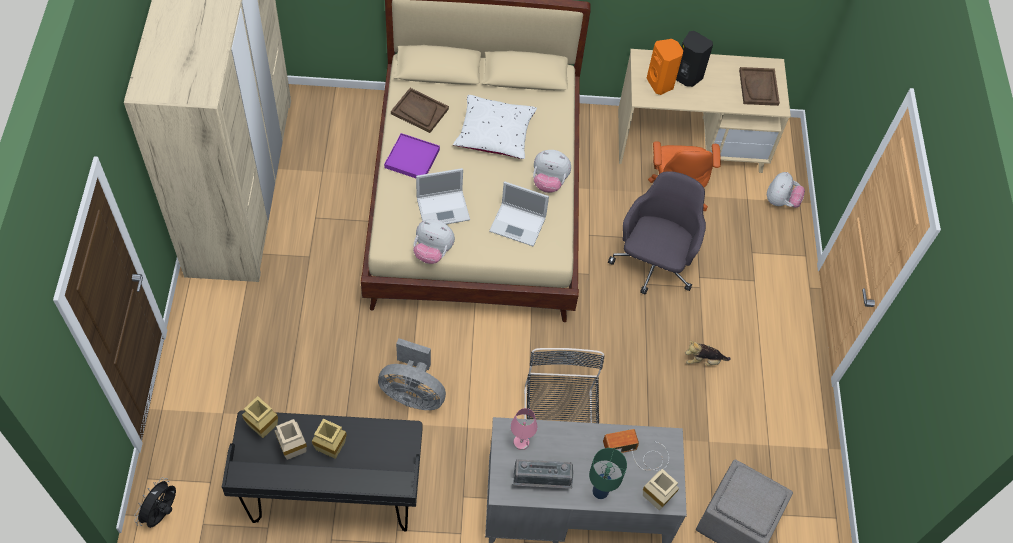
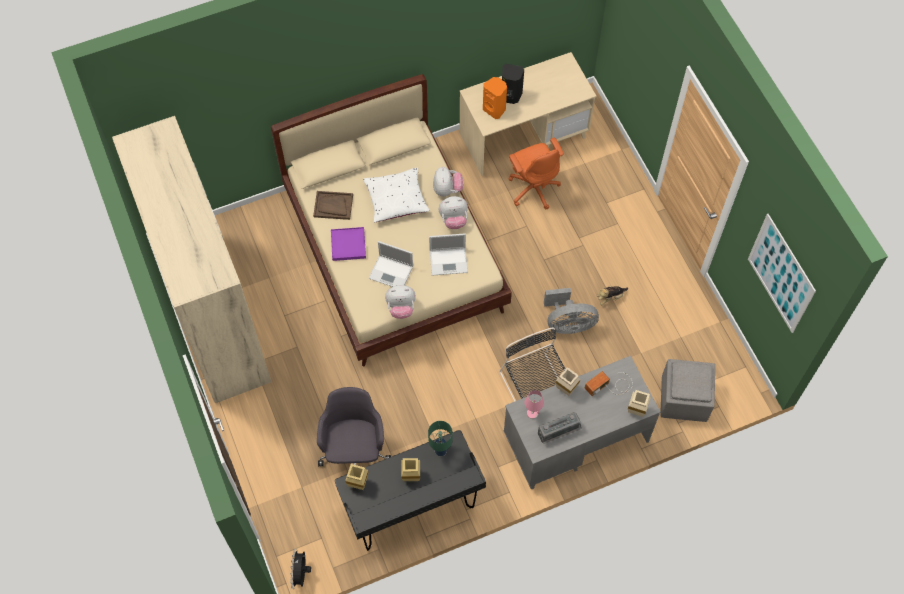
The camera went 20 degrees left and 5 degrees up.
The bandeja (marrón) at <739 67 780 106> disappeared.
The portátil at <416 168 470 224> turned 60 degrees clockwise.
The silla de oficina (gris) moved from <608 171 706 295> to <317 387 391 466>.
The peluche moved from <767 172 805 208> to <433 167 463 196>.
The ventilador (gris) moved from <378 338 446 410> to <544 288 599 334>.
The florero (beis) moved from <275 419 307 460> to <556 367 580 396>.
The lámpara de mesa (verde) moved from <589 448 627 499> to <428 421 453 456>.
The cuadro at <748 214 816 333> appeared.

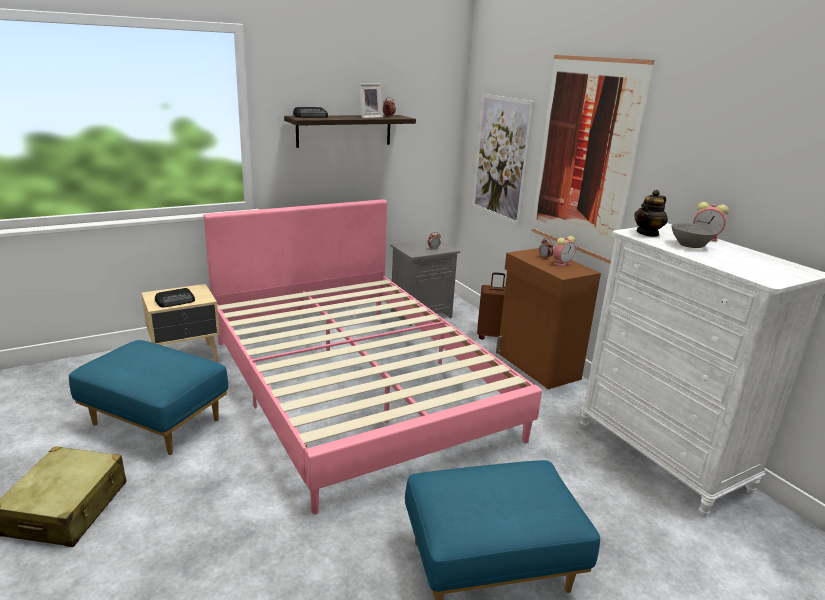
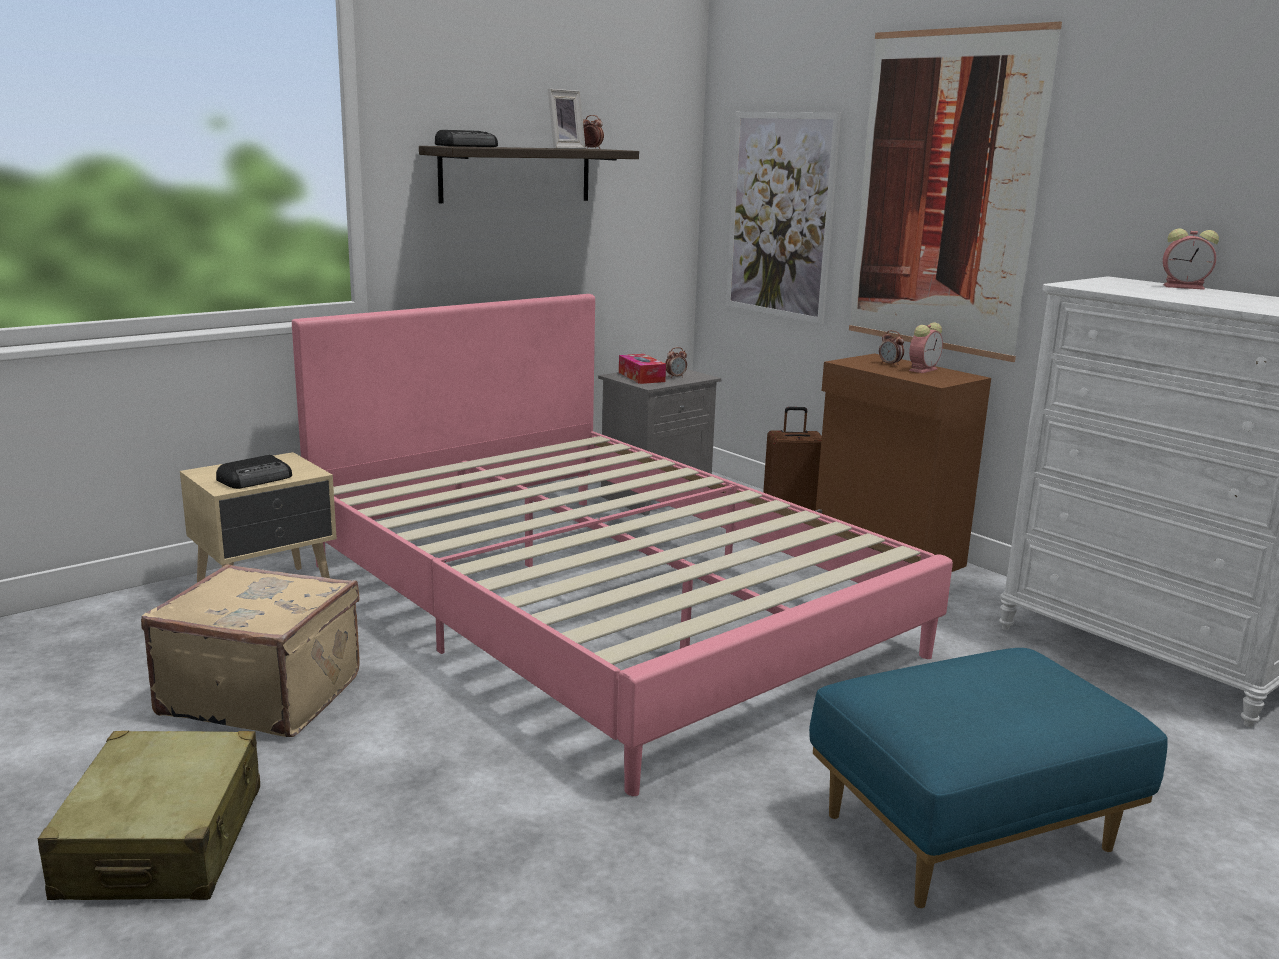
The camera went 10 degrees left and 5 degrees down.
The tetera at <634 190 668 237> disappeared.
The cuenco (gris) at <672 223 717 248> disappeared.
The puf (azul) at <69 340 228 455> was replaced by the maleta (beis) at <141 564 360 737>.
The caja de pañuelos at <619 354 666 384> appeared.

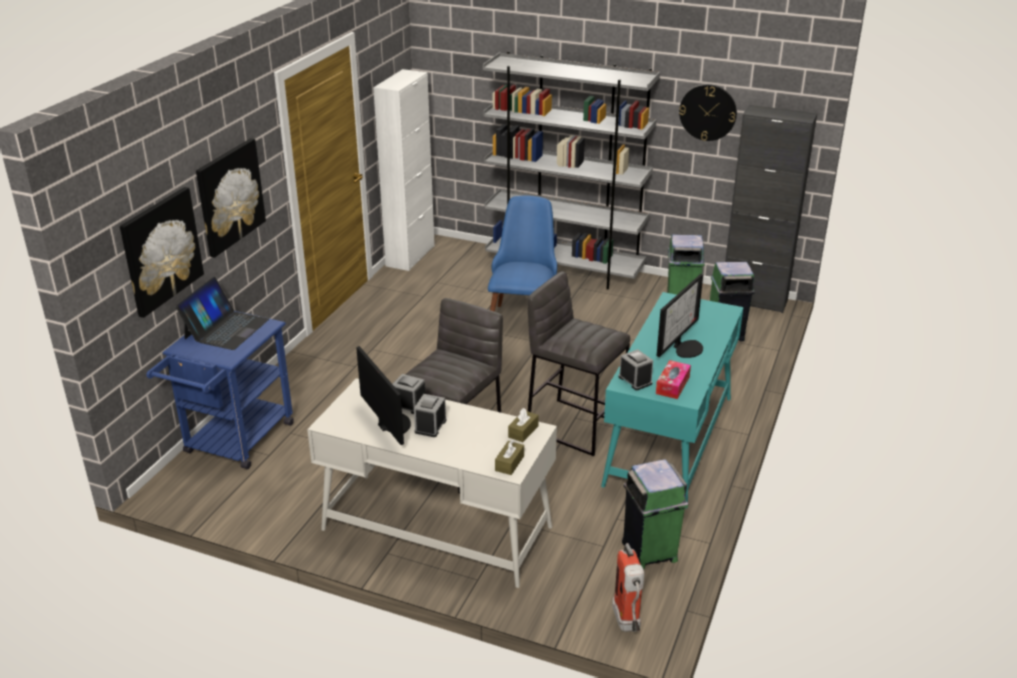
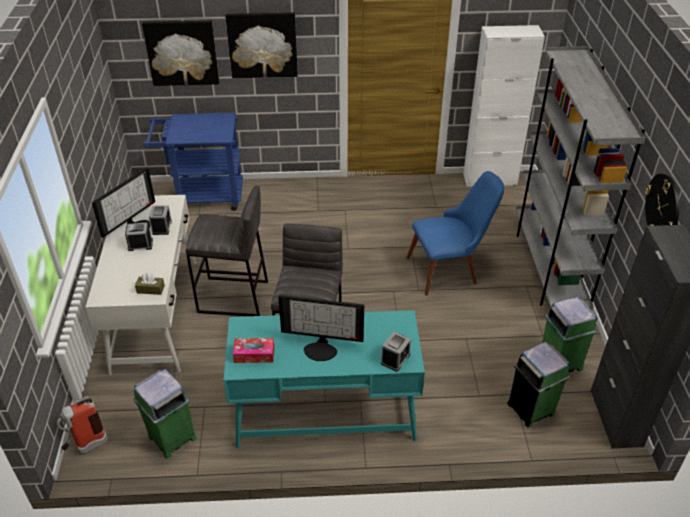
The camera went 65 degrees right and 10 degrees up.
The portátil at <175 277 269 350> disappeared.
The despertador moved from <618 349 653 390> to <381 331 411 372>.
The caja de pañuelos (marrón) at <495 439 524 475> disappeared.

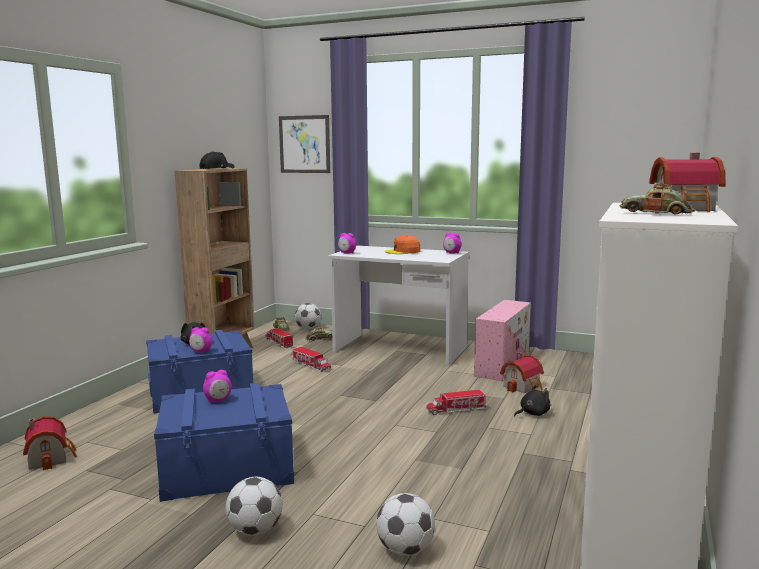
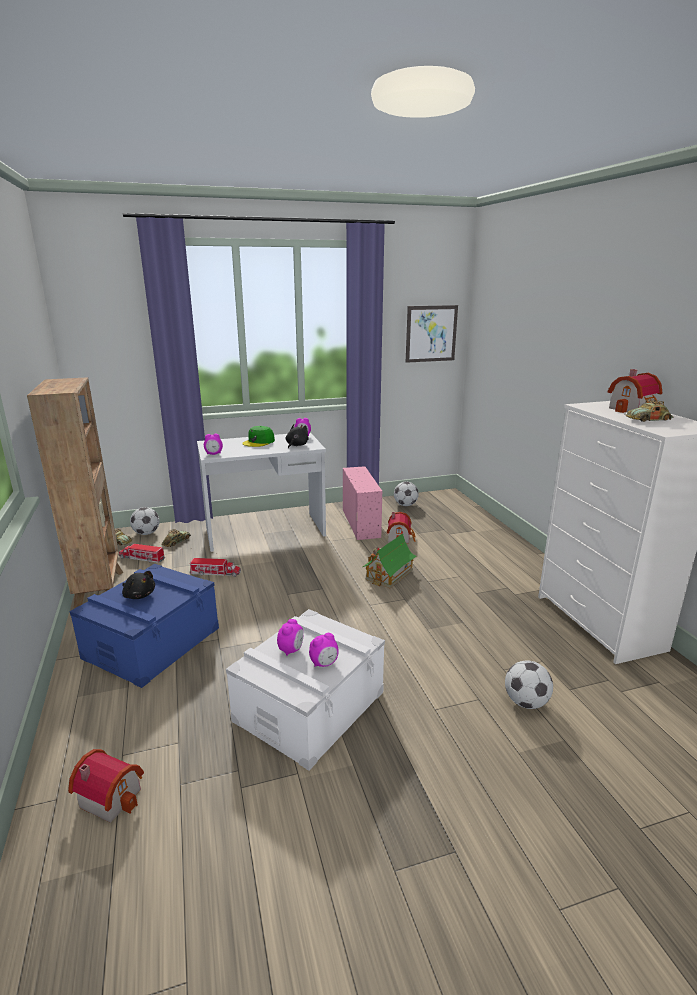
The camera went 40 degrees left and 10 degrees up.
The cuadro moved from <279 115 330 173> to <406 305 458 363>.
The gorra (negro) at <200 151 235 169> disappeared.
The gorra (naranja) at <385 236 421 254> became the gorra (verde) at <242 426 275 447>.
The despertador moved from <189 327 212 353> to <309 633 339 667>.
The caja de almacenaje (azul) at <154 383 294 502> became the caja de almacenaje (blanco) at <226 609 385 770>.
The peluche (negro) moved from <514 385 550 416> to <286 424 309 449>.
The camión de juguete at <426 390 486 415> was replaced by the casita at <362 531 417 588>.
The balón de fútbol moved from <226 477 283 536> to <394 482 419 506>.

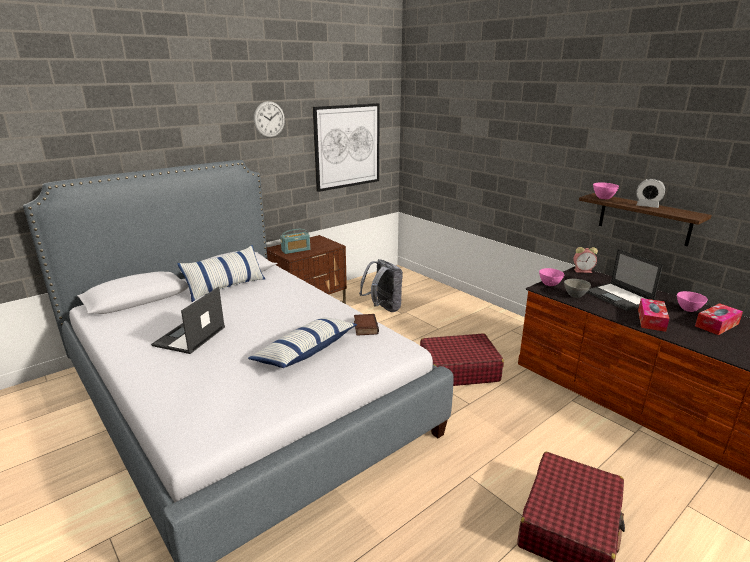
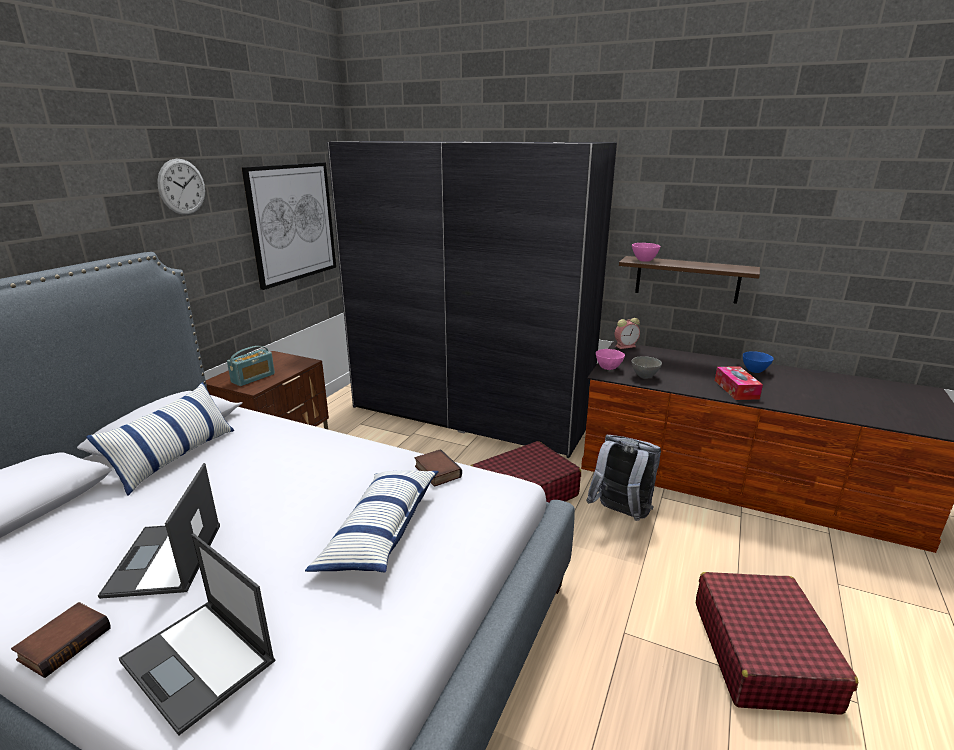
The camera went 25 degrees left and 0 degrees up.
The despertador at <636 178 665 208> disappeared.
The portátil moved from <587 249 663 311> to <119 533 275 736>.
The mochila (gris) moved from <359 259 403 312> to <586 435 661 521>.
The cuenco (rosa) at <677 291 708 312> became the cuenco (azul) at <743 351 774 373>.
The caja de pañuelos at <695 303 743 335> disappeared.
The armario ropero (gris) at <327 141 617 458> appeared.
The libro at <11 602 111 678> appeared.

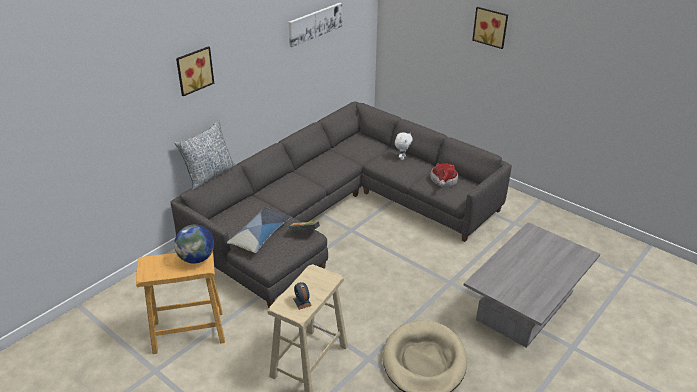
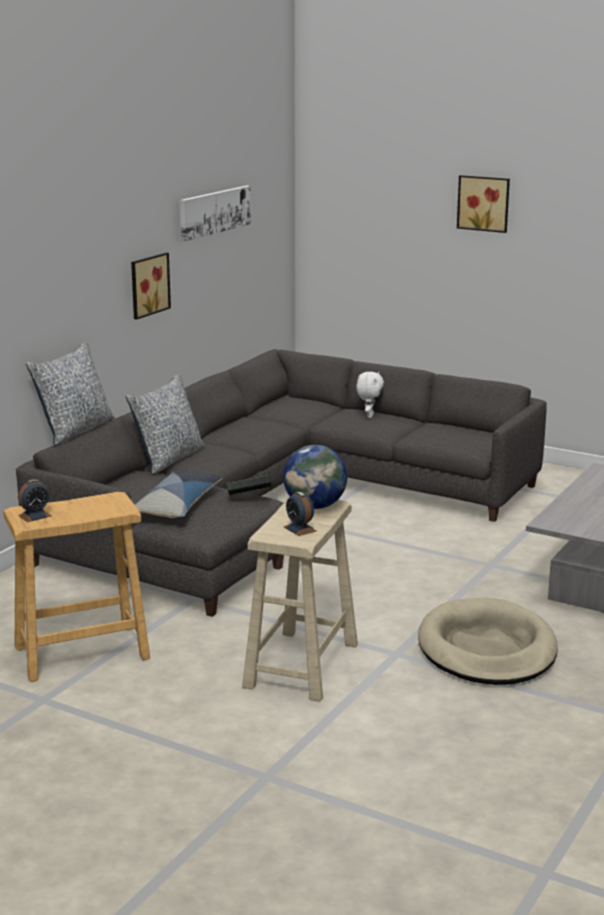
The camera went 10 degrees left and 15 degrees down.
The cuadro moved from <176 46 214 96> to <131 253 171 320>.
The sombrero at <430 164 458 187> disappeared.
The globo terráqueo moved from <174 225 214 264> to <283 445 348 509>.
The cojín at <126 373 205 474> appeared.
The despertador at <18 479 51 522> appeared.

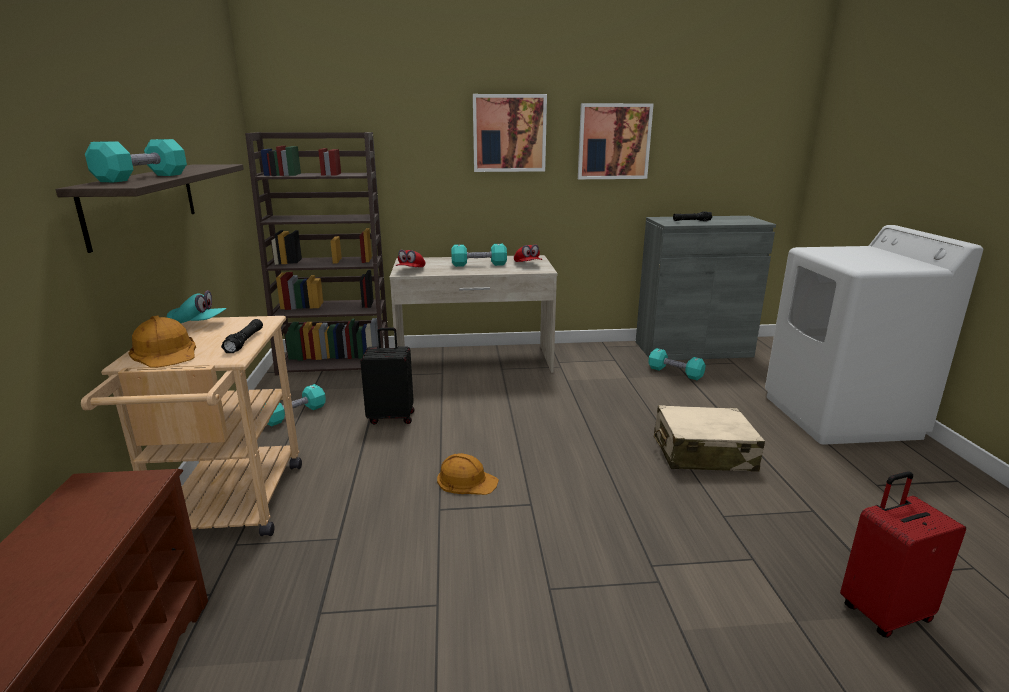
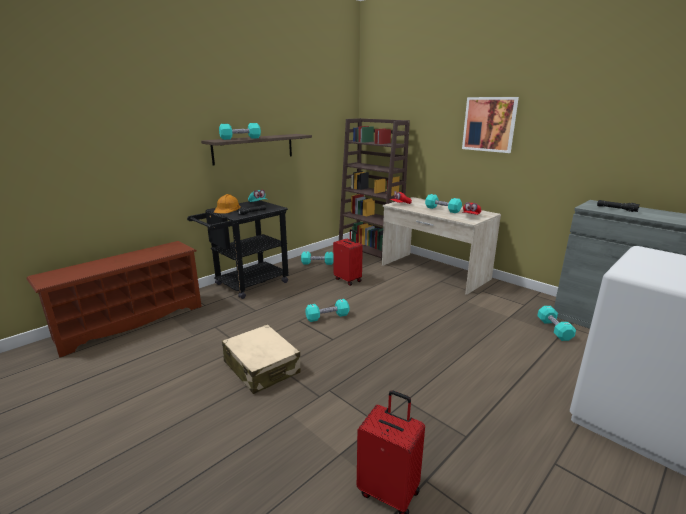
The camera went 50 degrees right and 0 degrees up.
The cuadro at <578 103 654 179> disappeared.
The carrito (beis) at <81 316 302 536> became the carrito (negro) at <187 200 289 299>.
The maleta (negro) at <360 328 415 424> became the maleta (rojo) at <333 229 363 286>.
The maleta (beis) moved from <654 405 765 472> to <222 324 300 394>.
The casco (naranja) at <437 453 499 495> was replaced by the mancuerna (turquesa) at <305 299 349 322>.

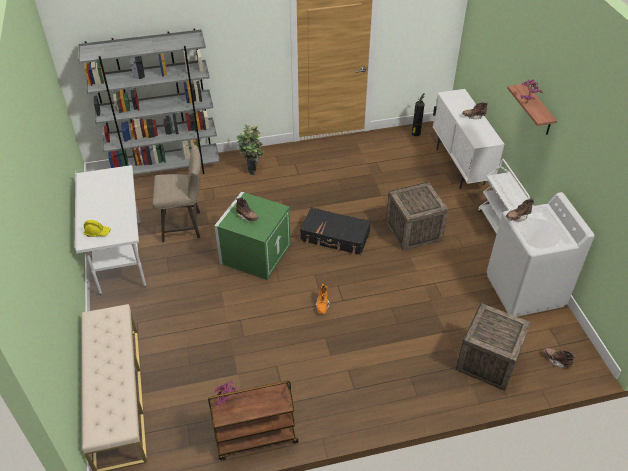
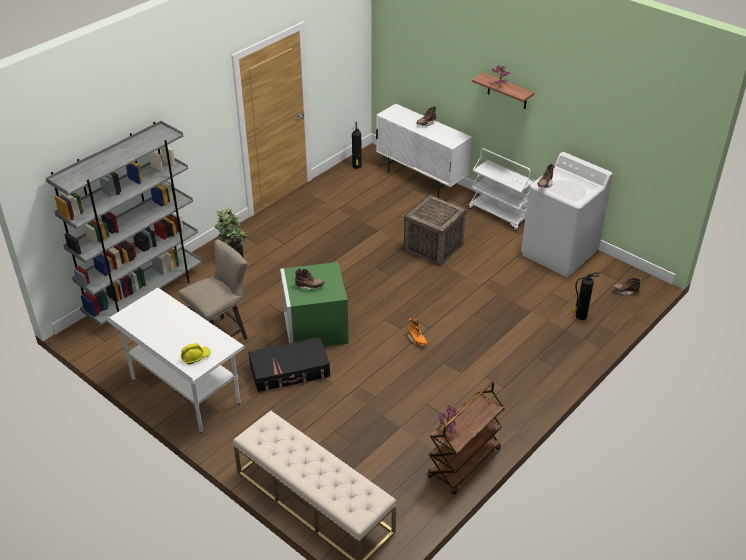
The camera went 35 degrees left and 5 degrees down.
The maleta (negro) moved from <300 207 371 255> to <248 337 330 392>.
The caja de embalaje at <456 303 531 391> was replaced by the extintor at <572 272 599 320>.

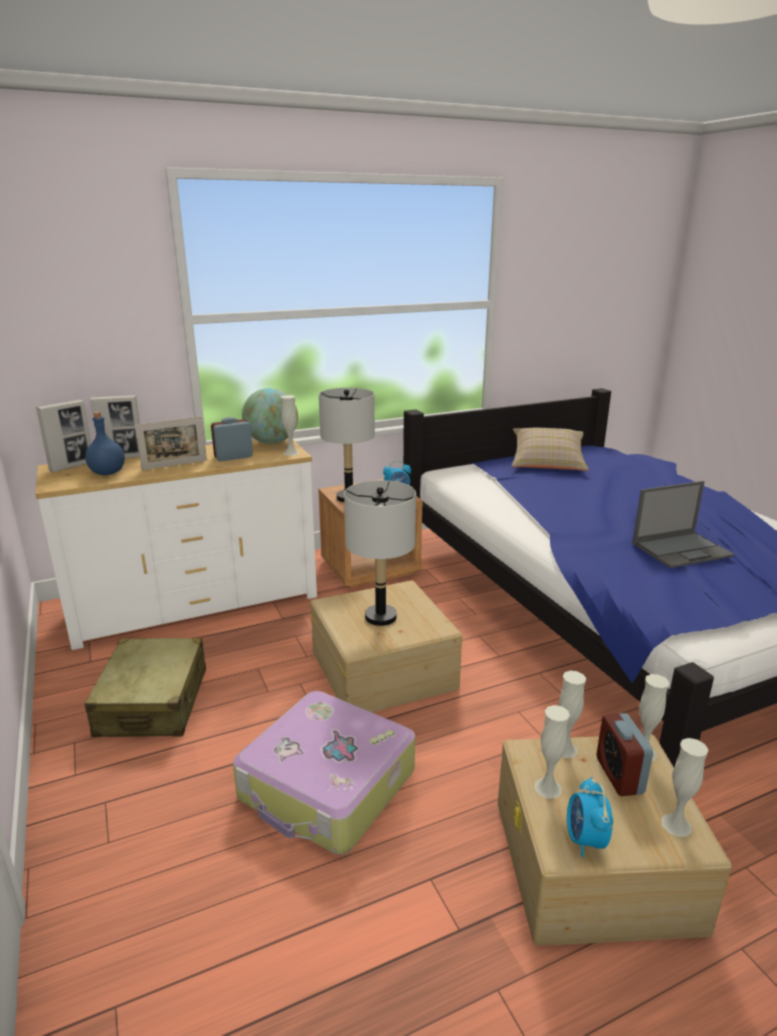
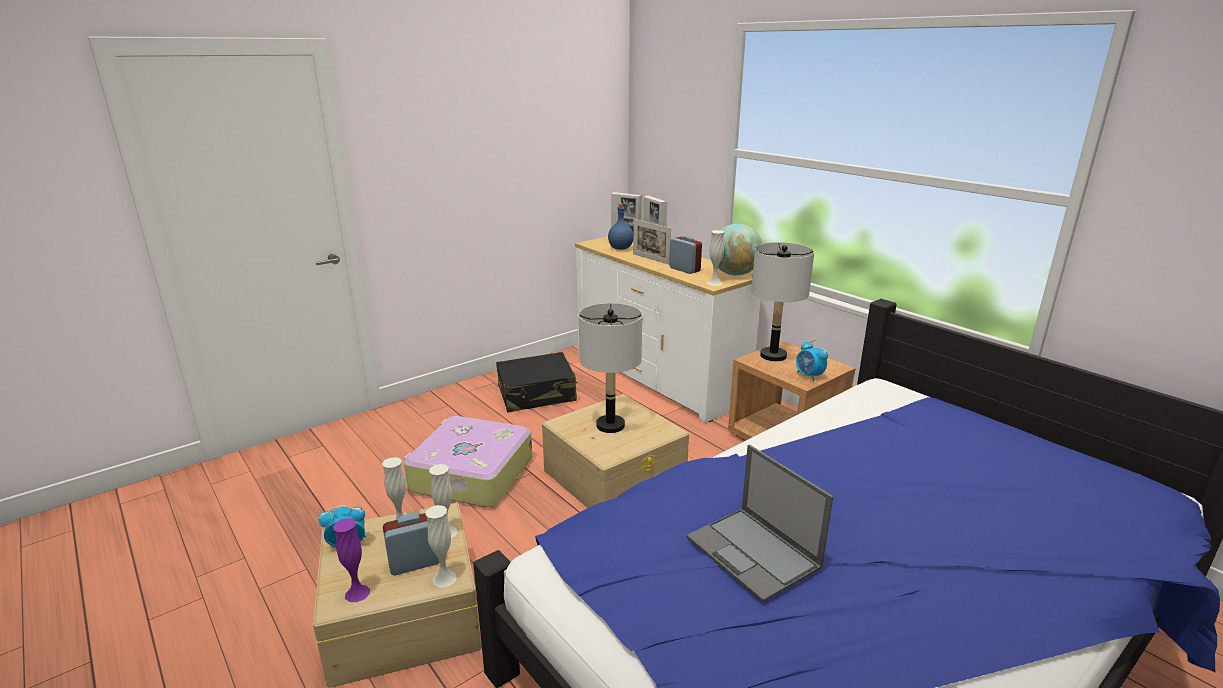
The camera went 75 degrees right and 0 degrees up.
The cojín (beis) at <512 427 589 471> disappeared.
The maleta (beis) at <85 638 206 737> became the maleta (negro) at <496 352 577 412>.
The florero (blanco) at <661 738 708 837> became the florero (morado) at <333 518 370 602>.

